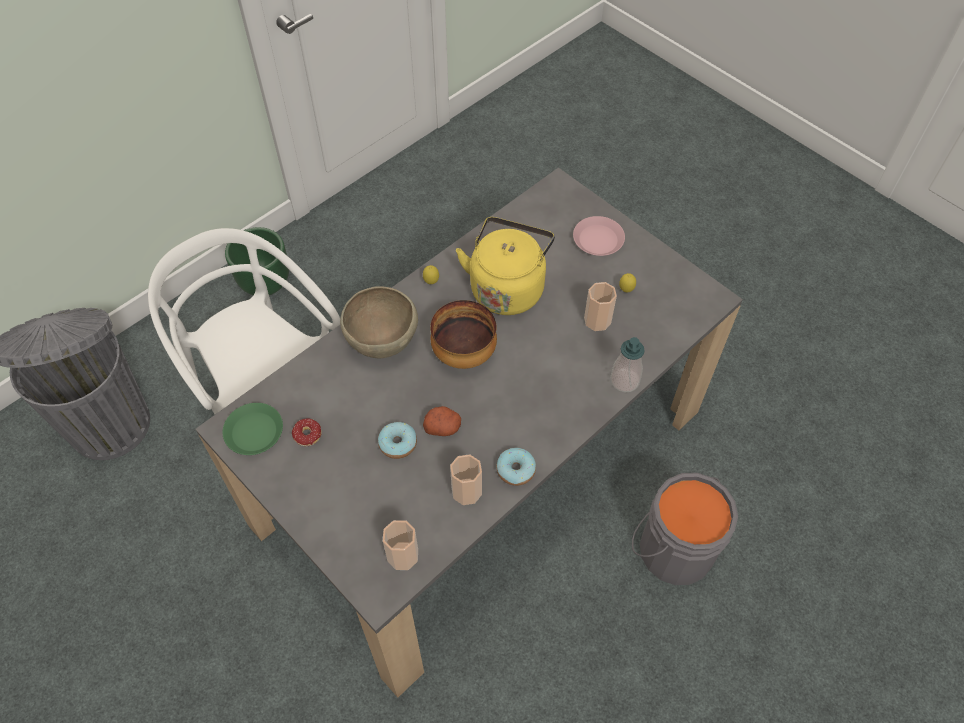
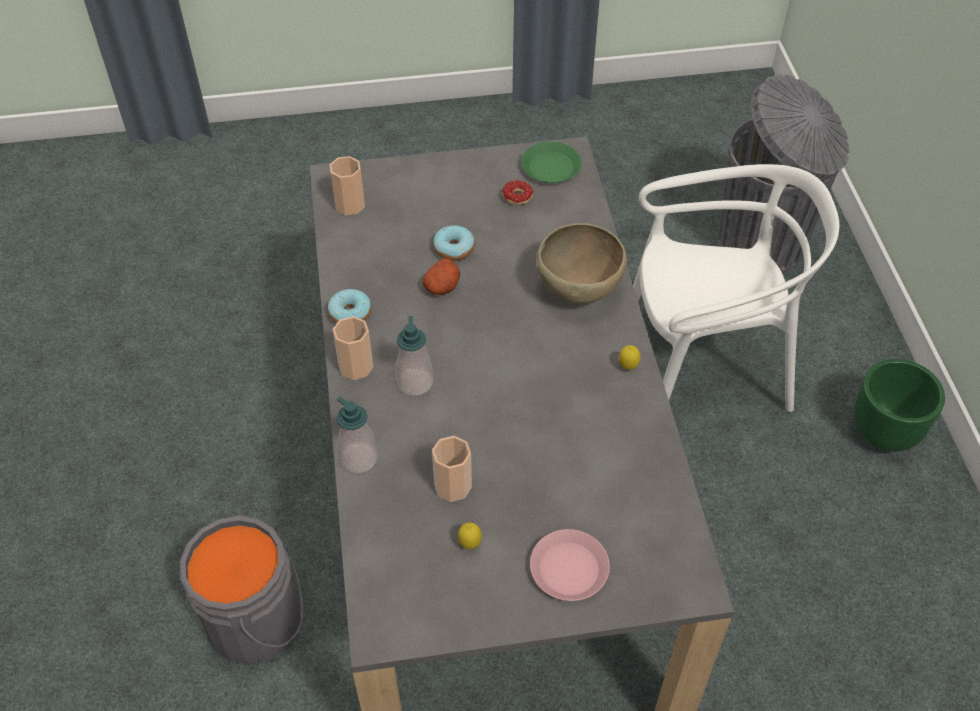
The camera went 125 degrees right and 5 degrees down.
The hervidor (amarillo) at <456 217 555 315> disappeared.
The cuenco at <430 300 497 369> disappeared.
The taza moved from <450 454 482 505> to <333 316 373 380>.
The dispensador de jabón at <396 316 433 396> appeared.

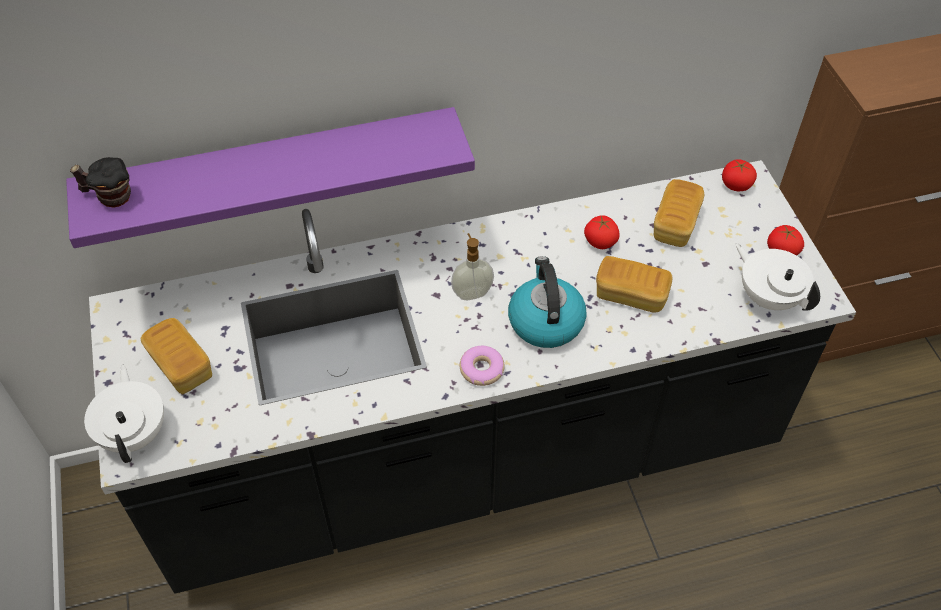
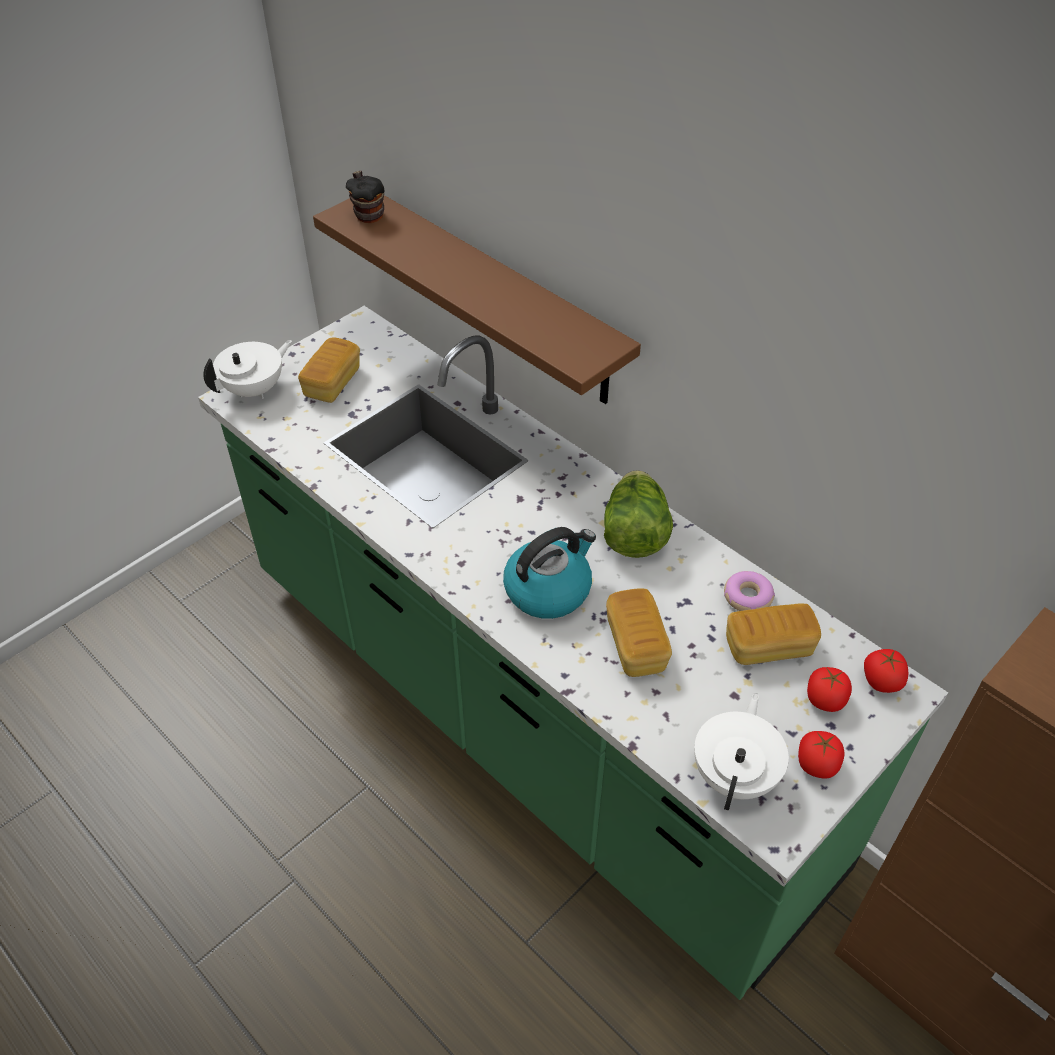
The camera went 60 degrees right and 5 degrees down.
The estante (morado) at <66 107 475 248> became the estante (marrón) at <313 195 641 404>.
The mueble bajo de cocina (negro) at <89 160 856 594> became the mueble bajo de cocina (verde) at <198 306 948 1000>.
The tomate moved from <584 215 620 249> to <807 667 852 712>.
The dispensador de jabón at <451 233 494 300> disappeared.
The rosquilla moved from <460 346 505 386> to <724 571 775 611>.
The lechuga at <604 470 673 558> appeared.

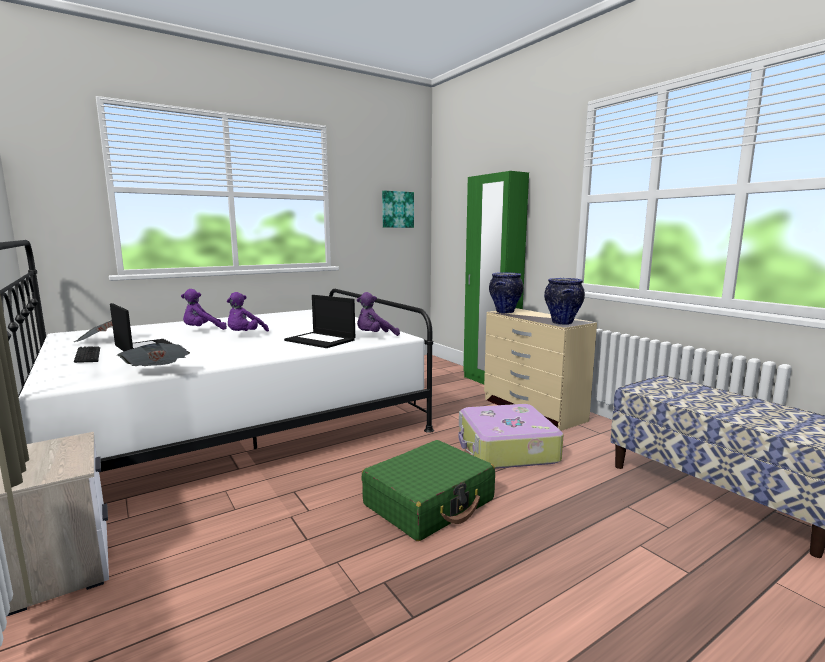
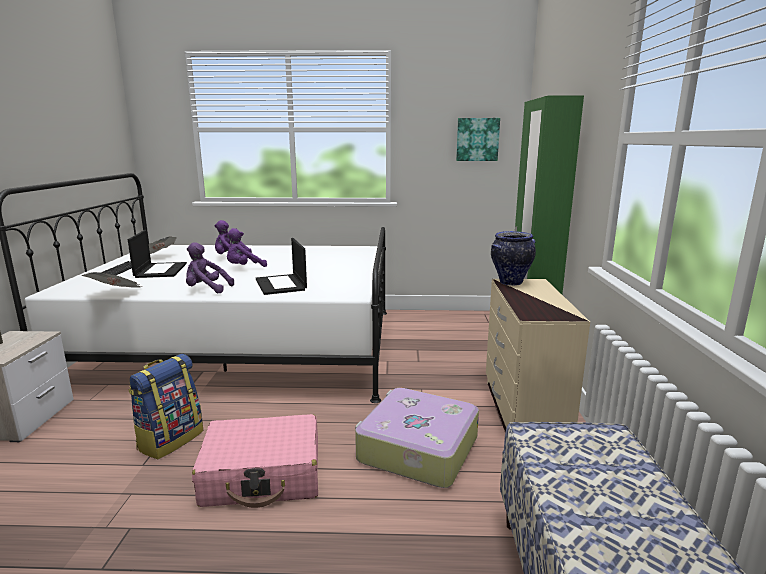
The camera went 35 degrees right and 5 degrees up.
The florero at <544 278 585 325> disappeared.
The peluche (morado) moved from <357 292 400 336> to <186 242 234 293>.
The maleta (verde) at <362 440 495 541> became the maleta (rosa) at <192 414 318 508>.
The mochila at <128 354 203 459> appeared.

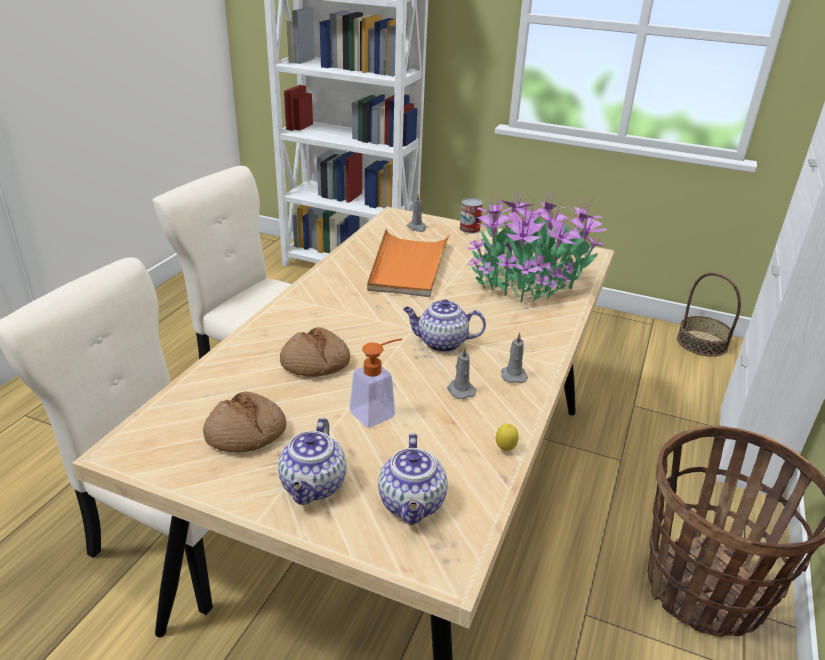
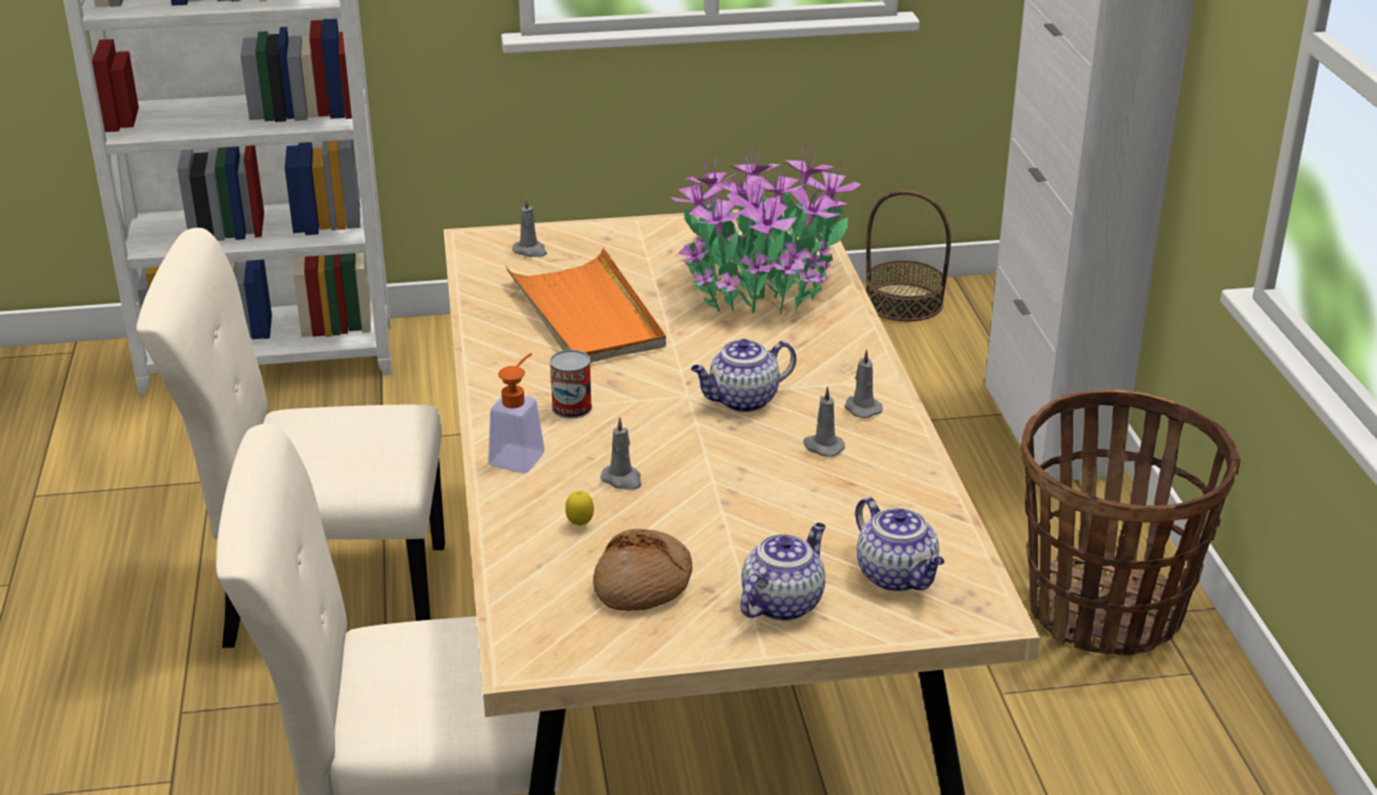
The camera went 30 degrees left and 0 degrees up.
The lata moved from <460 198 483 233> to <550 350 592 419>.
The pan at <280 327 350 377> was replaced by the vela (gris) at <600 417 641 490>.
The dispensador de jabón moved from <349 338 402 428> to <488 353 545 473>.
The tetera at <278 418 346 505> turned 120 degrees counterclockwise.
The limón moved from <496 424 519 451> to <565 491 594 526>.

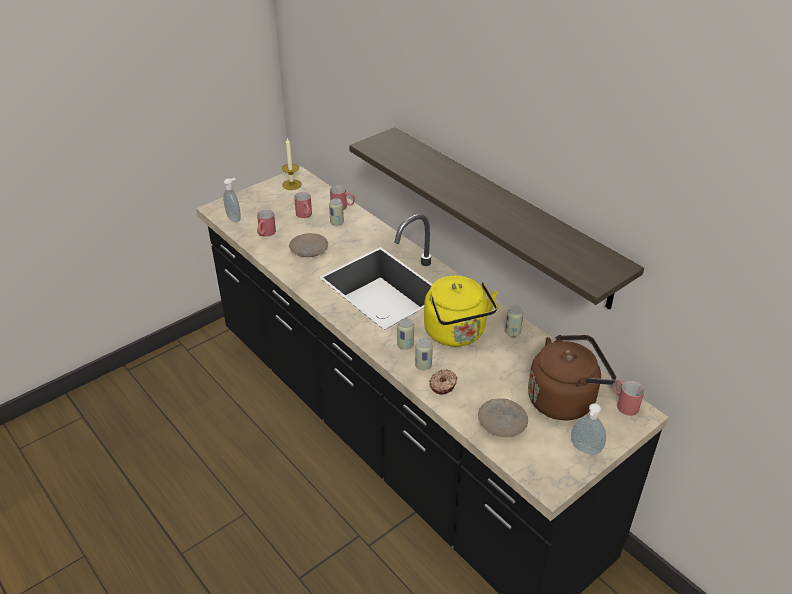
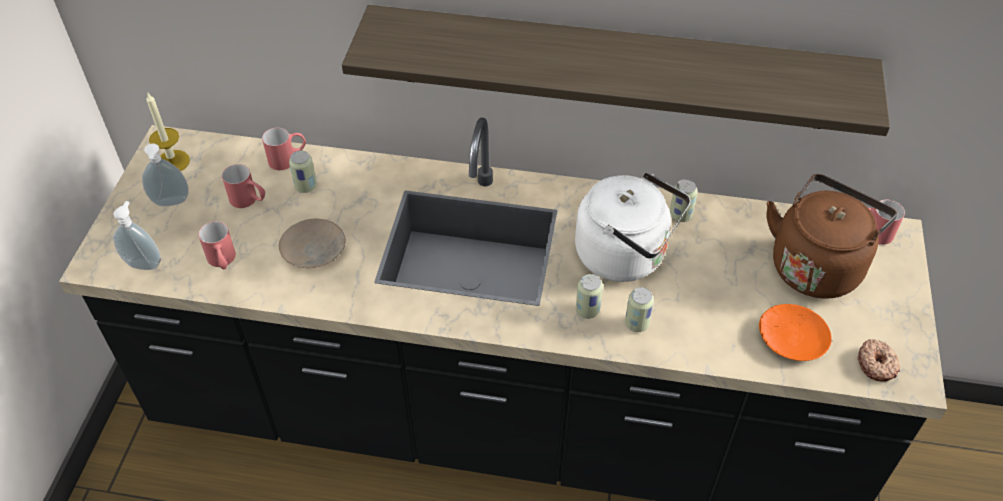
The camera went 40 degrees left and 10 degrees up.
The hervidor (amarillo) at <424 276 498 347> became the hervidor (blanco) at <575 172 691 282>.
The rosquilla moved from <429 369 457 394> to <858 339 900 382>.
The plato (beis) at <478 398 528 438> became the plato (naranja) at <759 304 832 361>.
The dispensador de jabón moved from <571 403 606 455> to <142 143 189 206>.

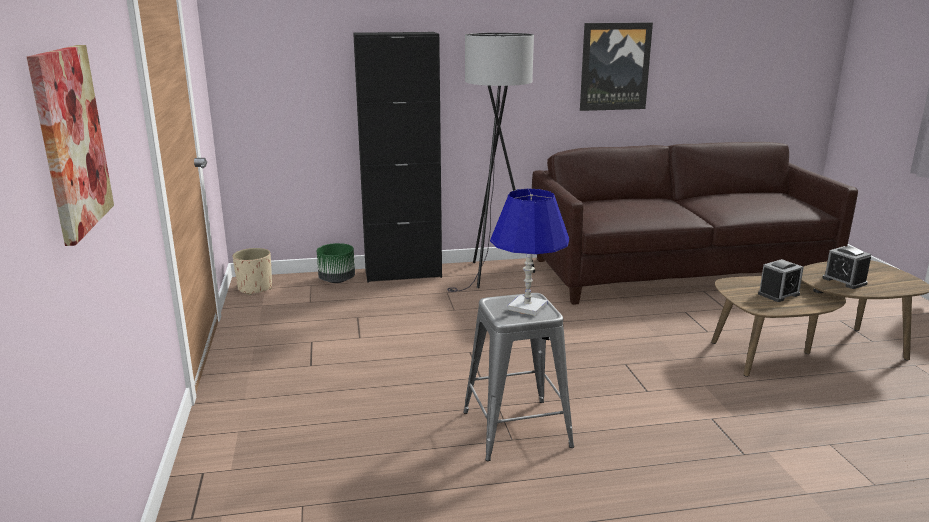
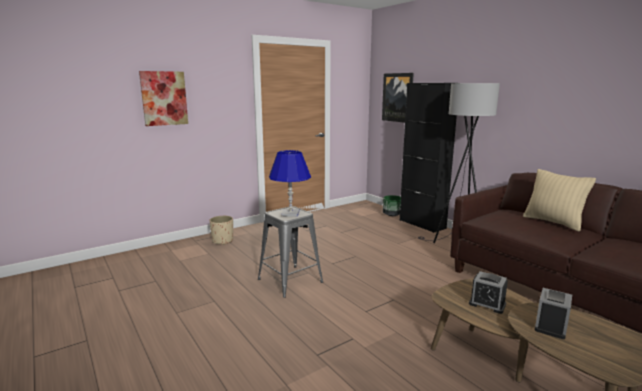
The camera went 65 degrees right and 5 degrees down.
The cuadro moved from <580 23 653 111> to <382 73 414 123>.
The maceta (beis) moved from <232 248 272 295> to <209 216 233 245>.
The cojín (beis) at <523 169 596 231> appeared.

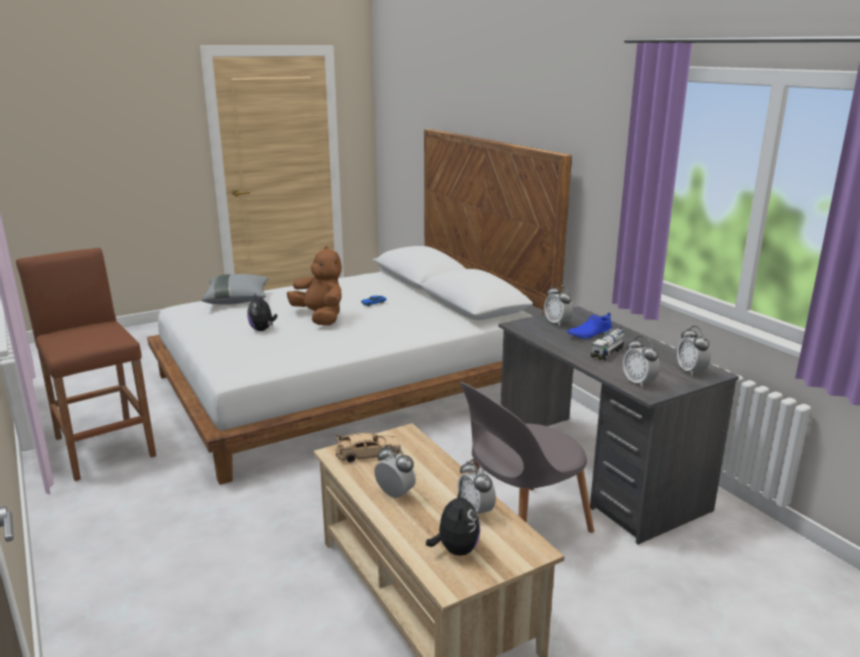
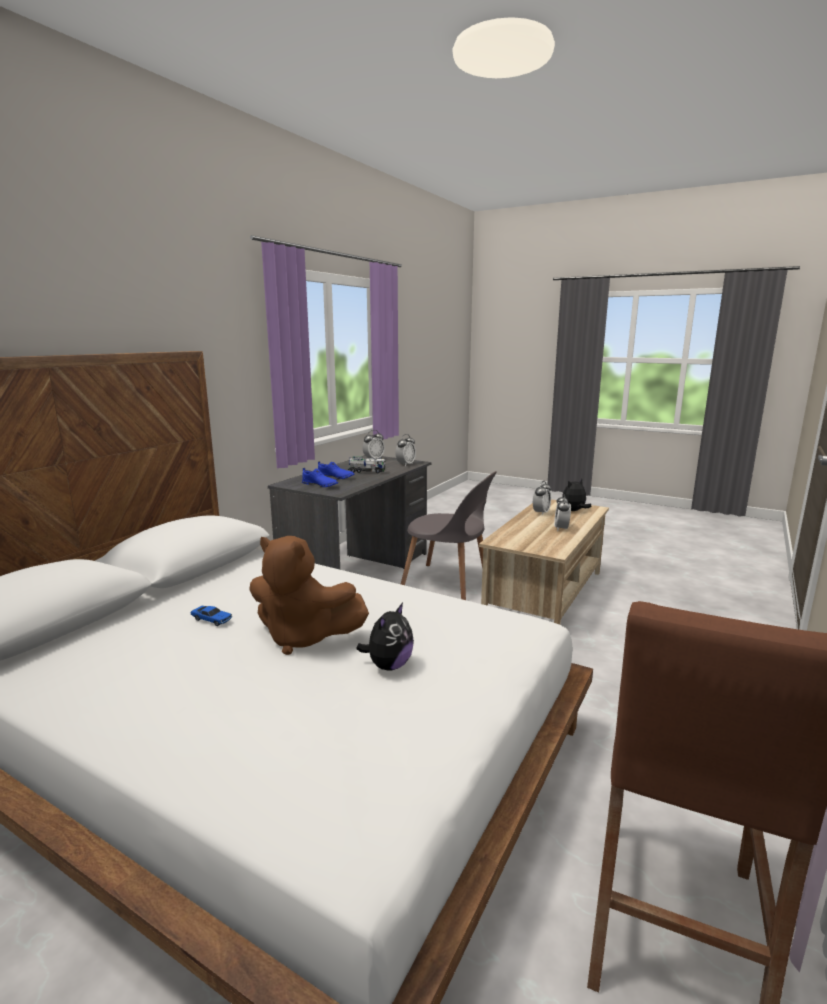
The camera went 120 degrees left and 5 degrees down.
The peluche (marrón) at <287 246 342 325> turned 90 degrees counterclockwise.
The cojín (gris) at <202 274 269 305> disappeared.
The despertador at <544 284 573 327> was replaced by the zapato (azul) at <302 468 338 487>.
The coche de juguete (beis) at <336 433 401 462> disappeared.

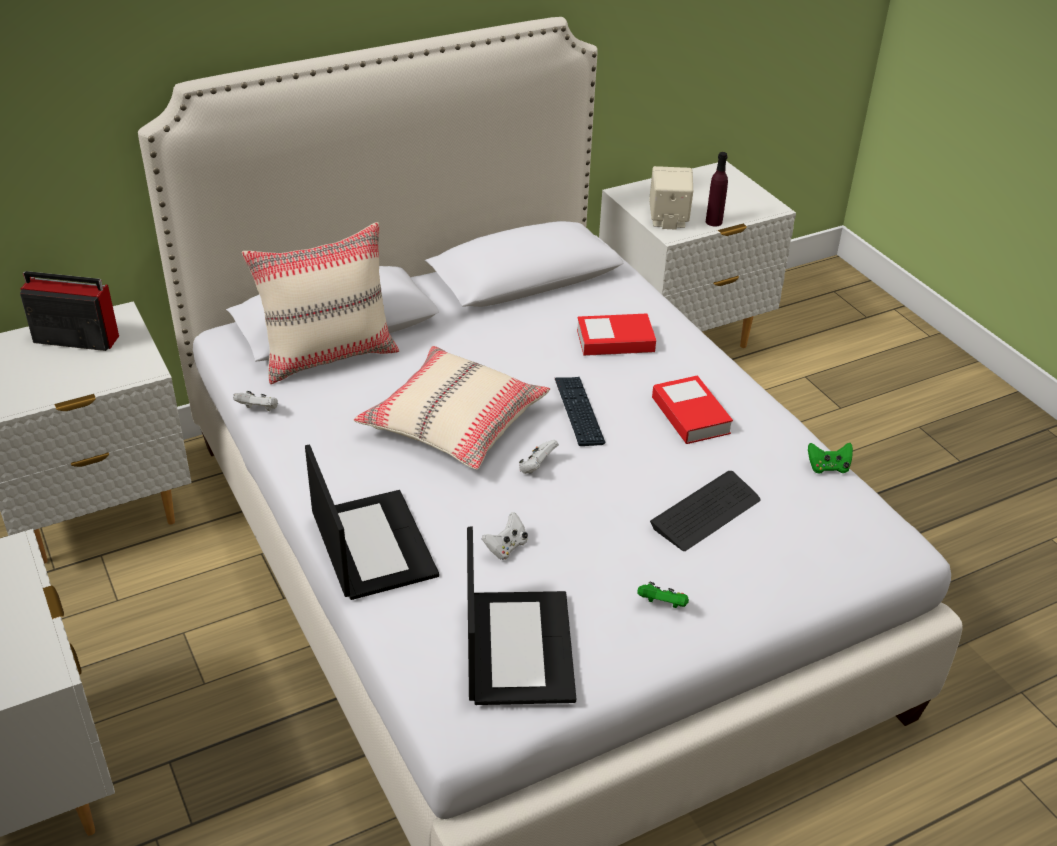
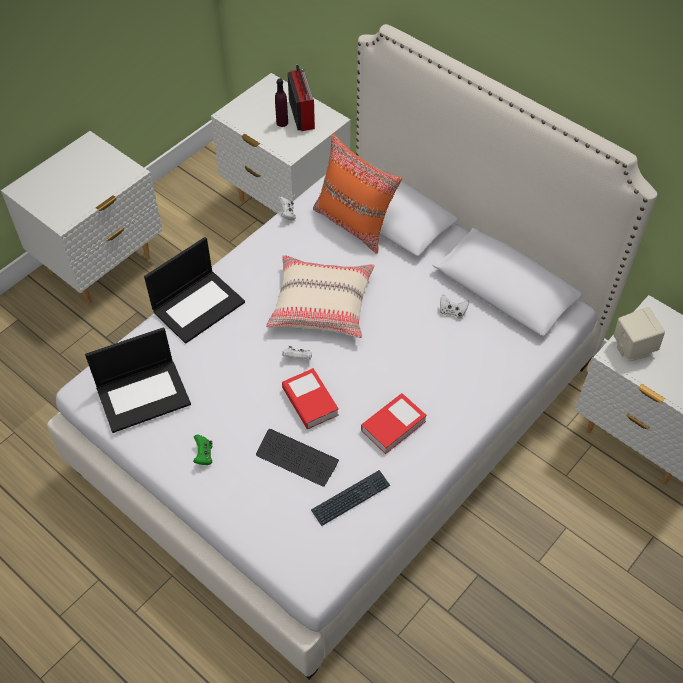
The camera went 70 degrees right and 15 degrees up.
The botella (morado) moved from <706 152 728 227> to <275 78 288 127>.
The cojín (beis) at <242 222 399 384> became the cojín (naranja) at <313 134 402 254>.
The libro moved from <577 313 656 356> to <282 368 339 429>.
The teclado moved from <555 377 606 446> to <311 470 391 526>.
The mando de consola (verde) at <808 443 853 473> disappeared.
The mando de consola (blanco) moved from <482 512 528 560> to <440 294 469 318>.

